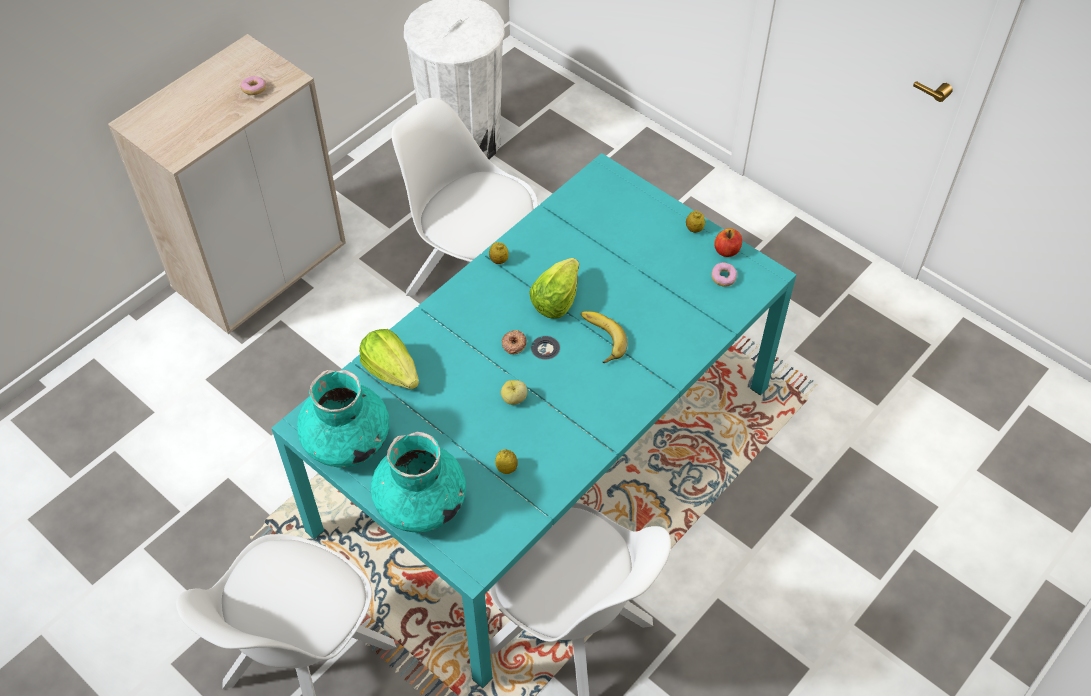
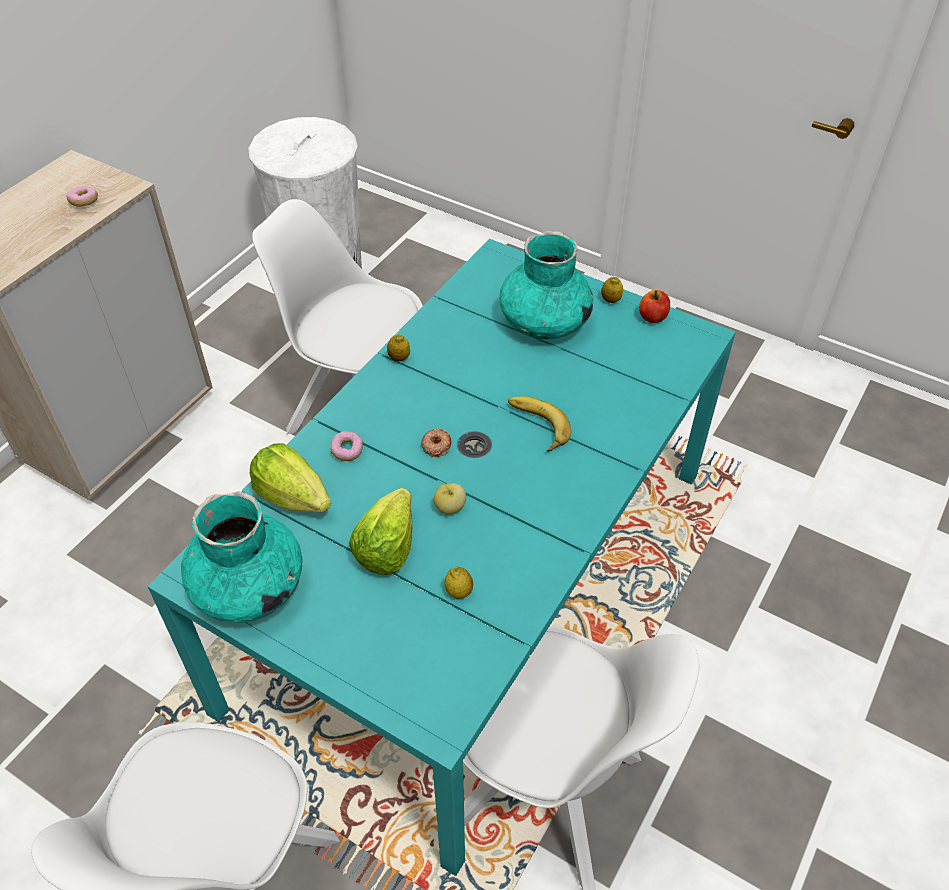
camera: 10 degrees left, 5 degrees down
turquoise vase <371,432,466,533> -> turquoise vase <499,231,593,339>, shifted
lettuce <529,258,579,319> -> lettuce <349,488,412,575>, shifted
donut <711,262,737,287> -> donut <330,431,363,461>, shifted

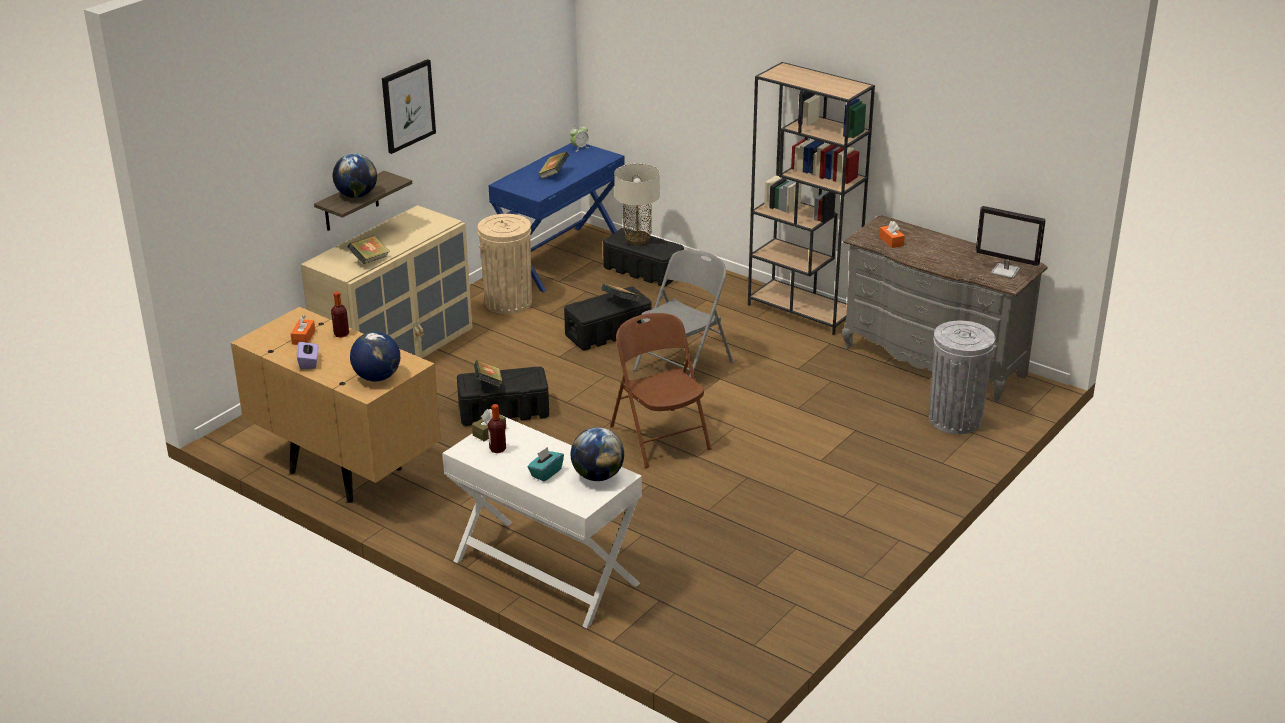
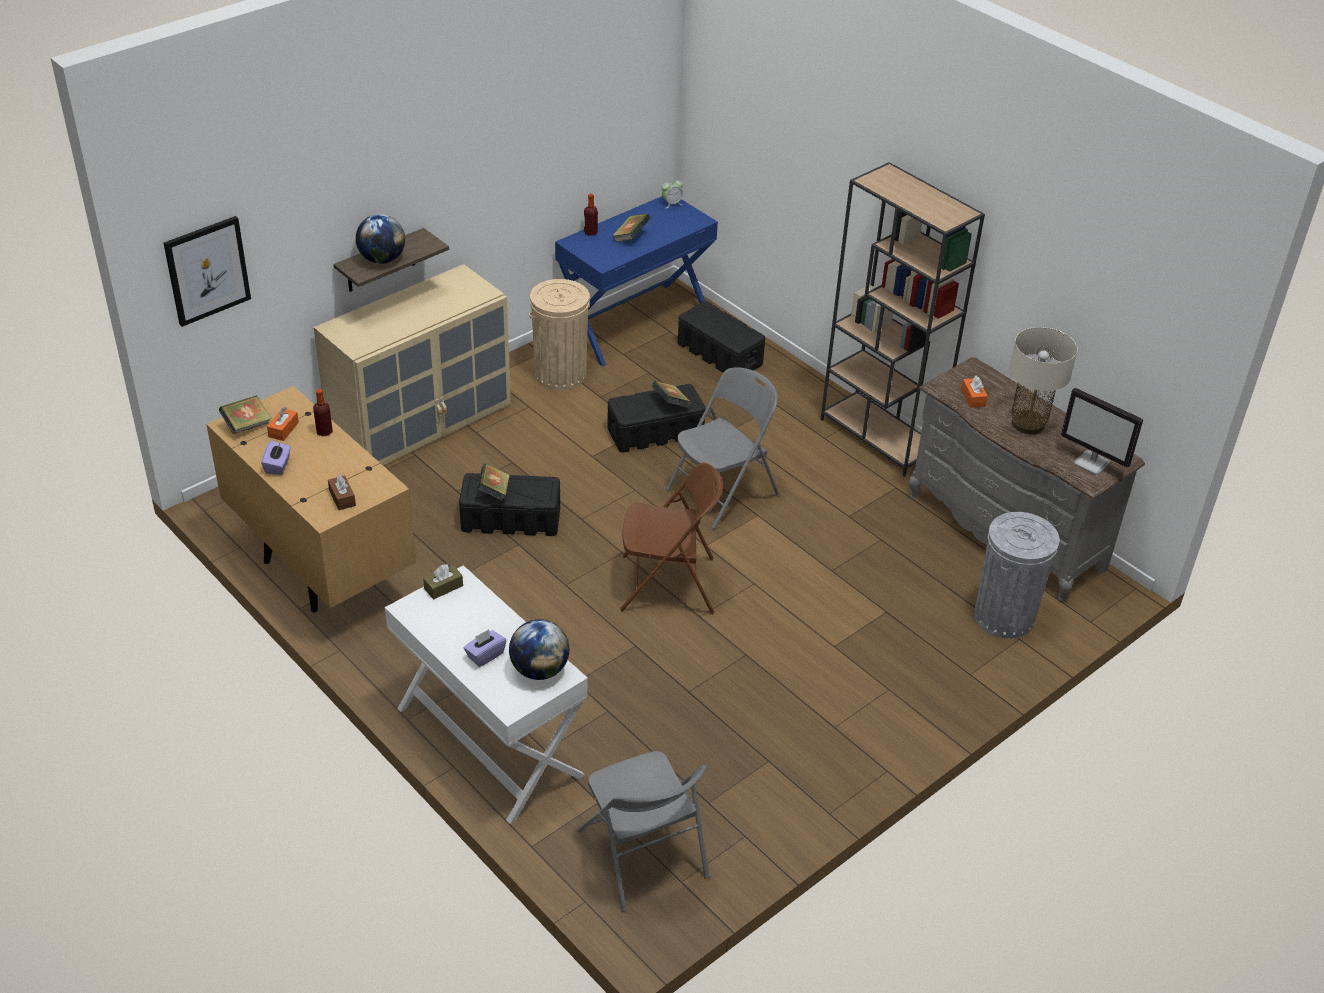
camera: 10 degrees right, 10 degrees up
none -> grey chair <577,751,710,912>
book <347,235,390,264> -> book <219,395,272,434>, shifted
picture <382,59,436,154> -> picture <164,216,251,327>, shifted
bottle <488,404,506,453> -> bottle <584,194,598,236>, shifted
table lamp <614,163,660,245> -> table lamp <1009,327,1078,434>, shifted
globe <350,332,400,382> -> brown tissue box <328,474,356,510>
turquoise tissue box <528,447,564,481> -> purple tissue box <464,629,506,667>
brown chair <610,313,712,468> -> brown chair <620,462,723,615>, 105 degrees clockwise

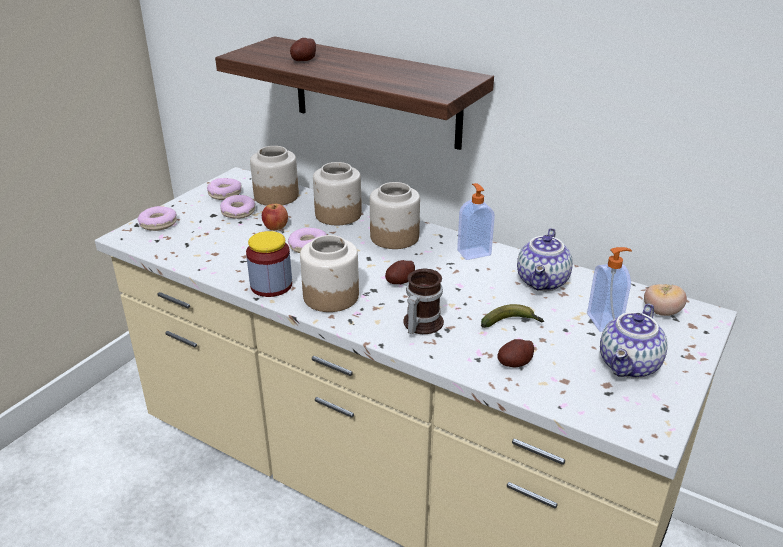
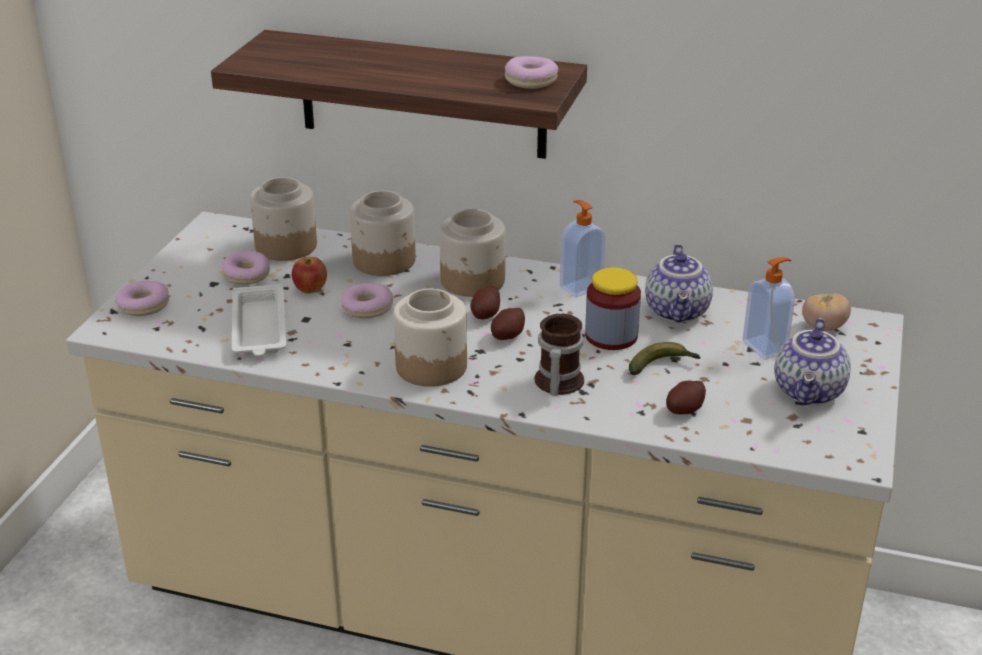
camera: 15 degrees left, 0 degrees up
none -> white tray <232,284,286,356>
donut <207,178,242,200> -> donut <505,56,559,89>, shifted
jar <246,231,292,297> -> jar <585,267,641,350>, shifted
potato <290,38,316,61> -> potato <471,286,500,320>, shifted

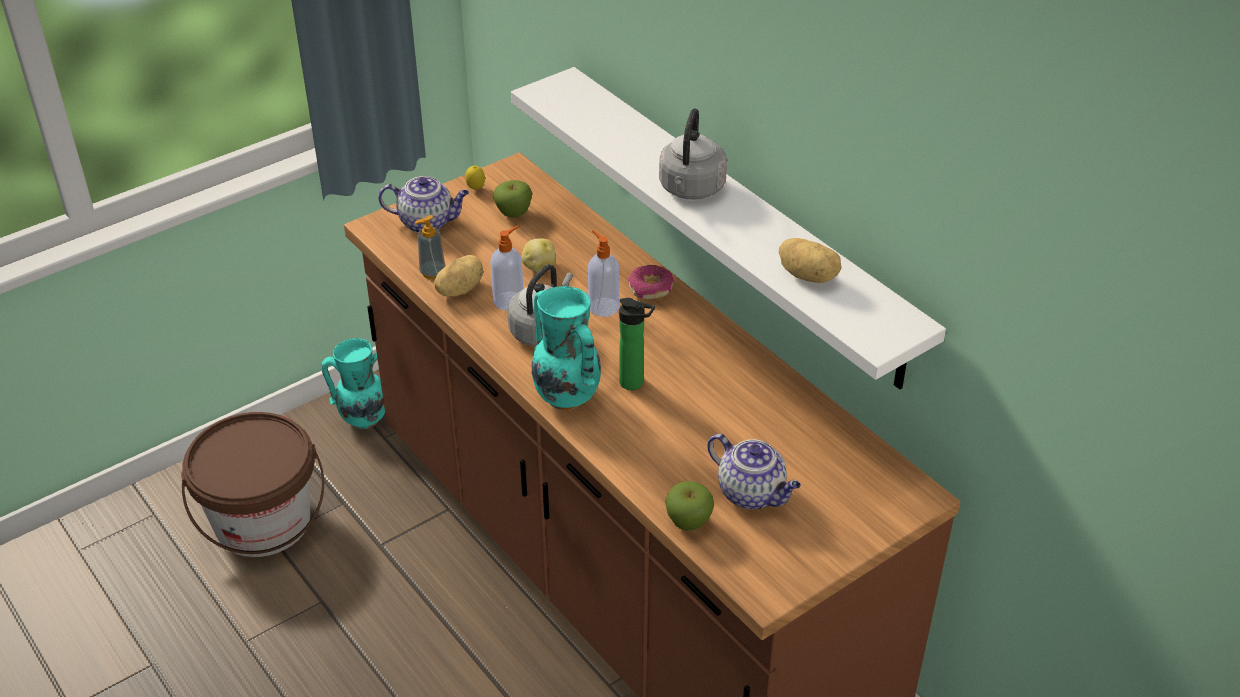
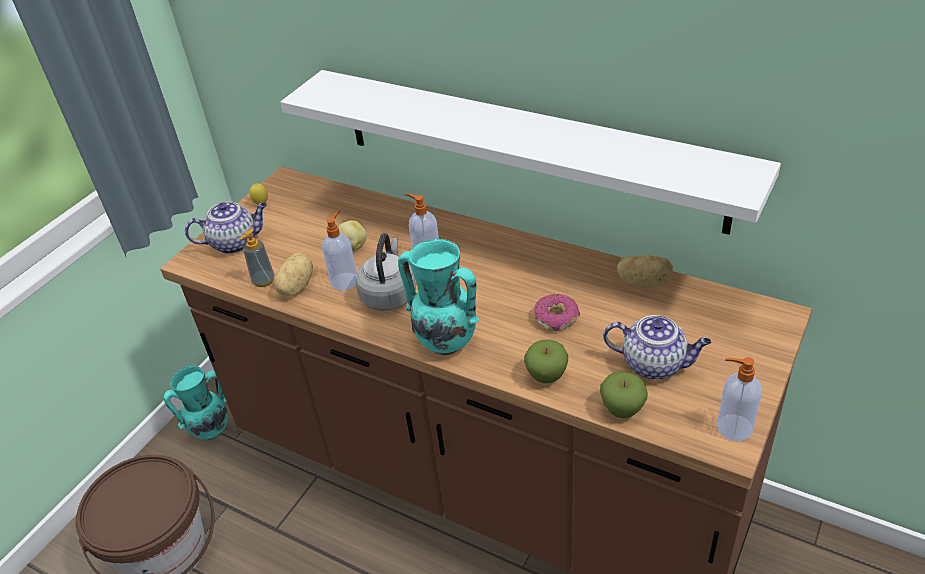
camera: 20 degrees left, 0 degrees up
bottle <619,298,655,390> -> none
grey kettle <659,108,727,200> -> none
none -> soap dispenser <717,357,762,441>
apple <493,180,533,218> -> apple <524,339,568,383>, shifted
donut <628,265,674,299> -> donut <534,294,580,331>, shifted
potato <779,238,841,283> -> potato <617,255,673,288>, shifted

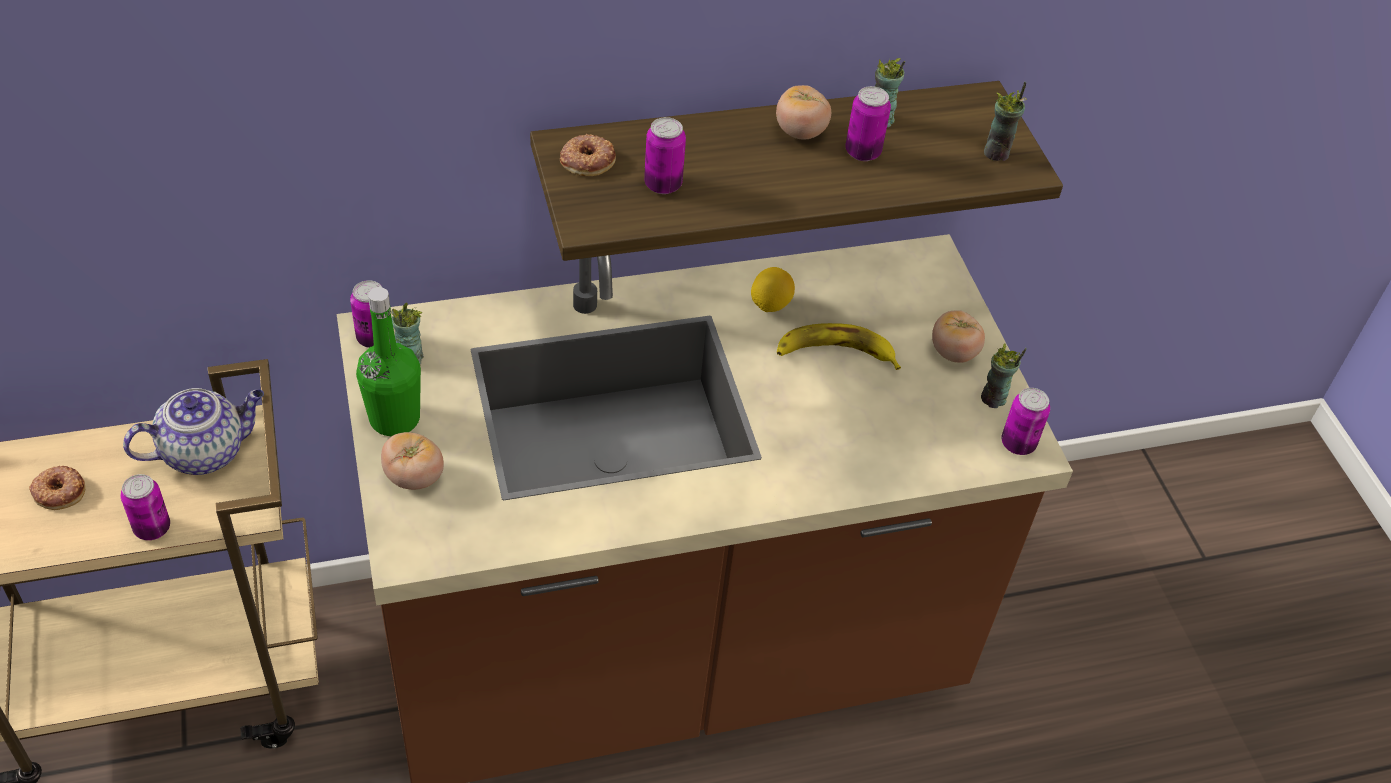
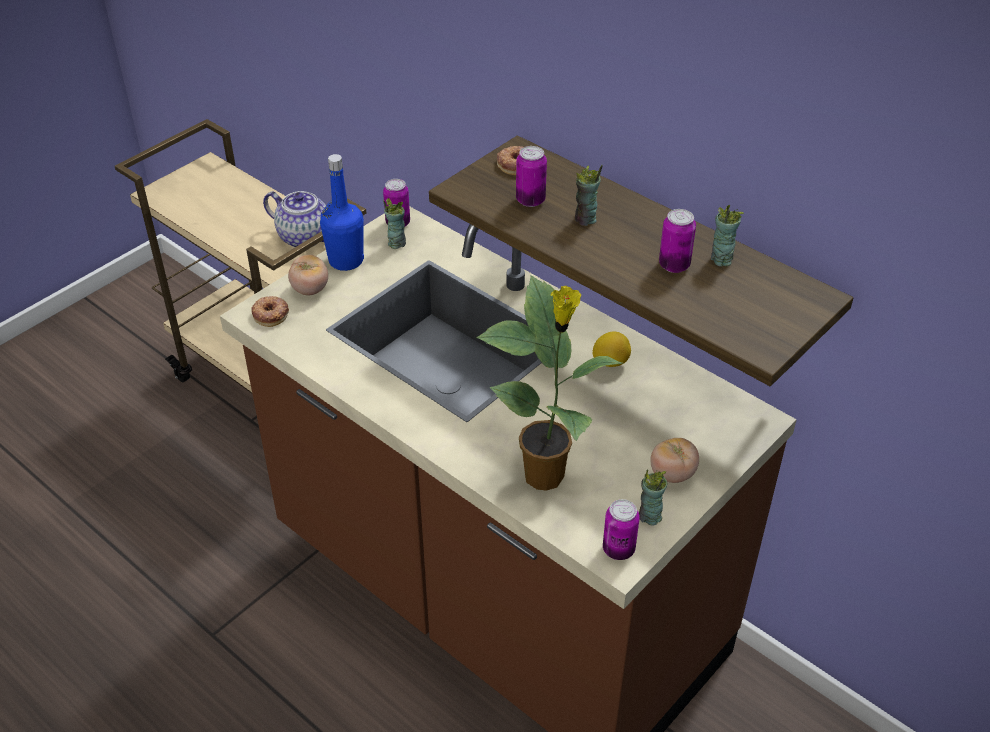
camera: 60 degrees right, 5 degrees down
can <121,474,170,540> -> none
tomato <776,85,831,140> -> none
banana <777,323,901,370> -> none
none -> potted plant <476,275,623,491>
donut <29,466,85,510> -> donut <251,296,289,327>, shifted
cup <984,82,1026,161> -> cup <575,165,603,226>, shifted
green bottle <356,287,421,437> -> blue bottle <320,154,364,271>

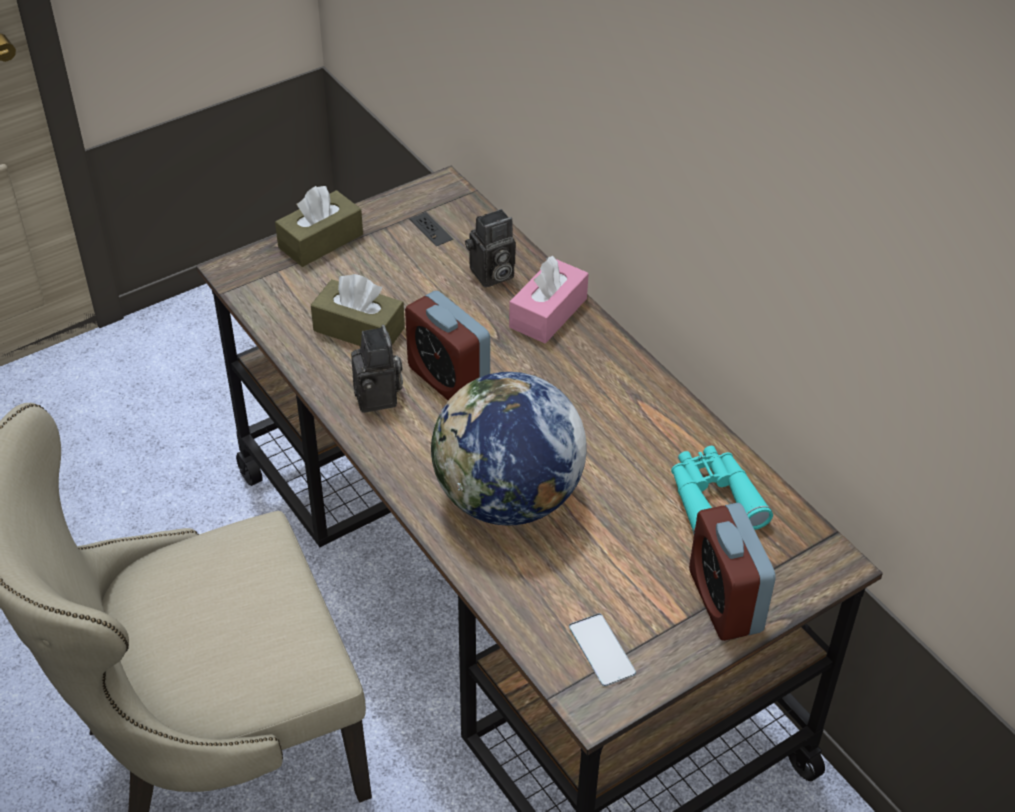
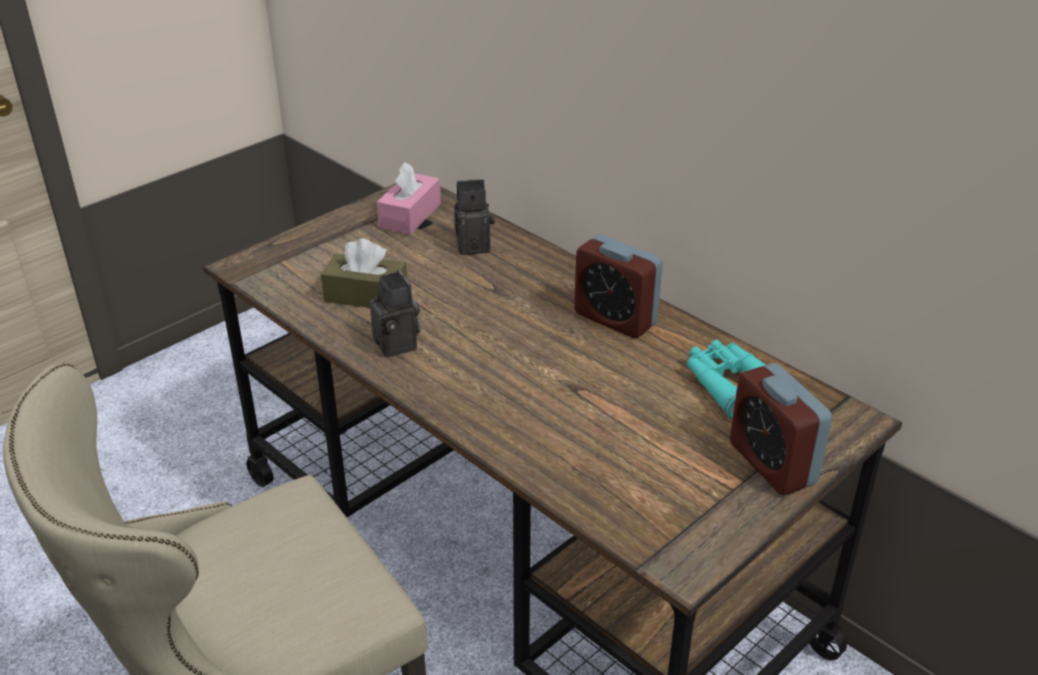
camera: 10 degrees left, 10 degrees down
brown tissue box <275,186,363,267> -> none
globe <431,372,587,525> -> none
phone <569,614,636,686> -> none
alarm clock <405,291,490,400> -> alarm clock <574,235,663,338>, shifted
pink tissue box <509,256,589,343> -> pink tissue box <377,163,441,235>, shifted
photo camera <465,209,516,287> -> photo camera <454,179,495,255>, 150 degrees counterclockwise

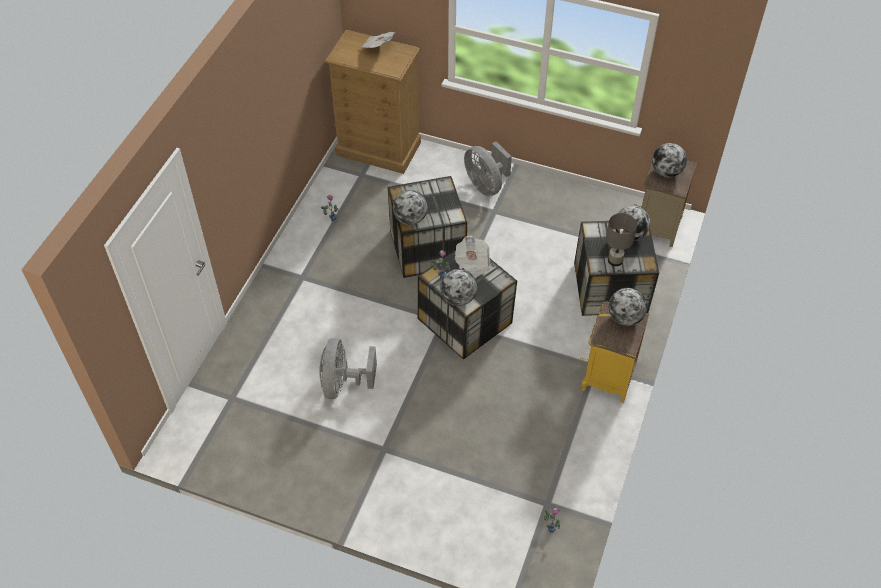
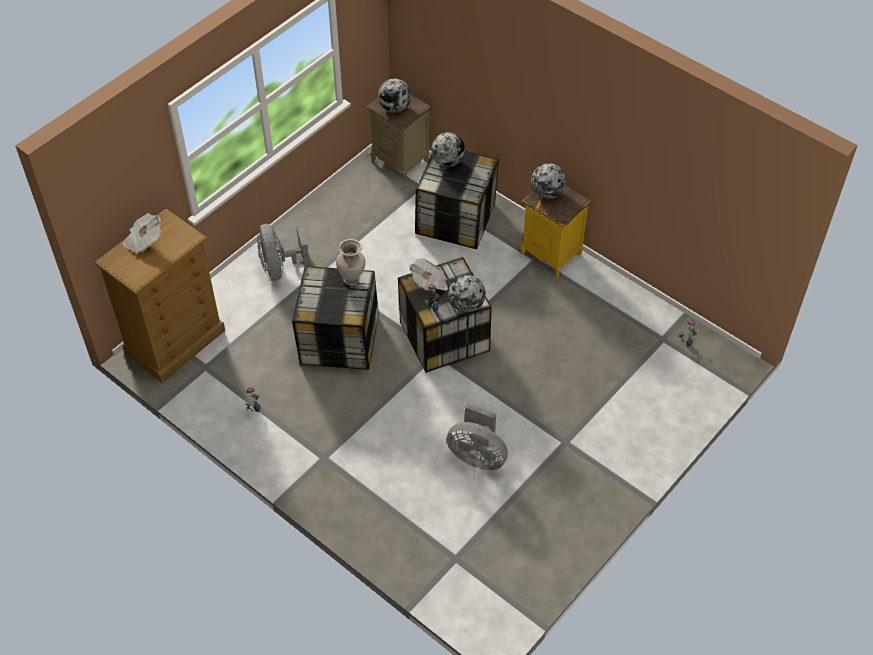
camera: 70 degrees left, 0 degrees up
globe <393,190,428,225> -> none
grey table lamp <606,213,637,266> -> none
none -> beige vase <336,239,366,285>
grey fan <464,142,512,196> -> grey fan <257,224,310,281>, 90 degrees clockwise

